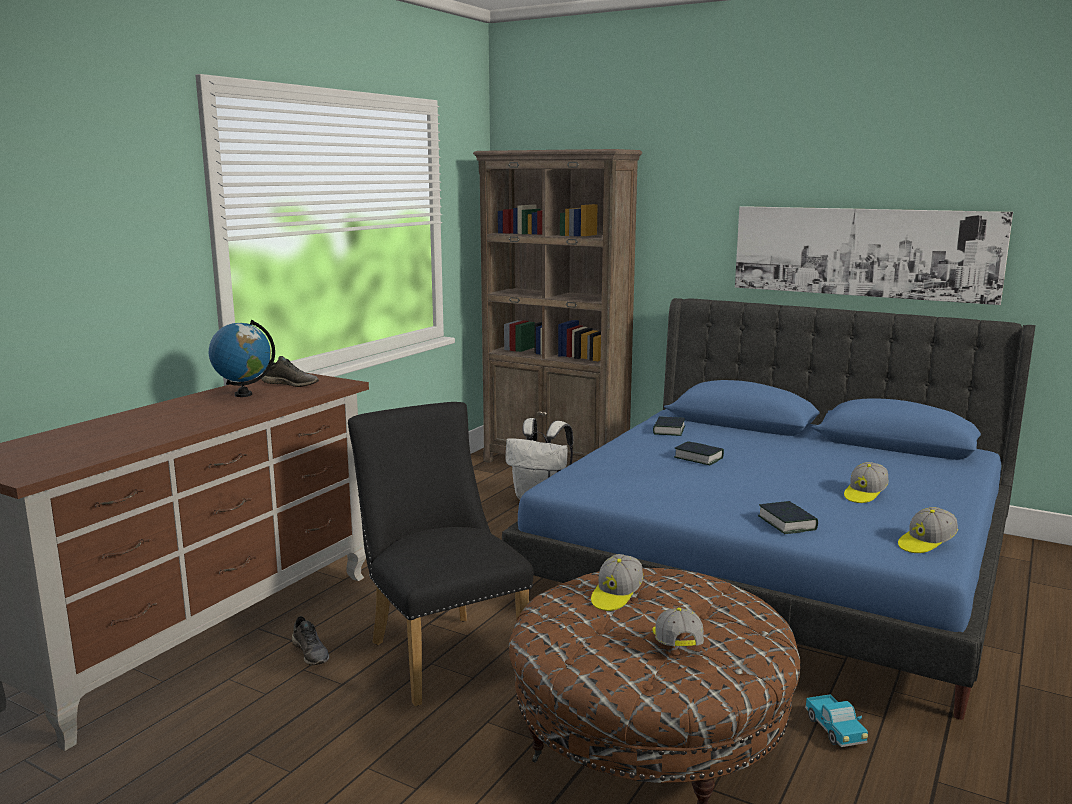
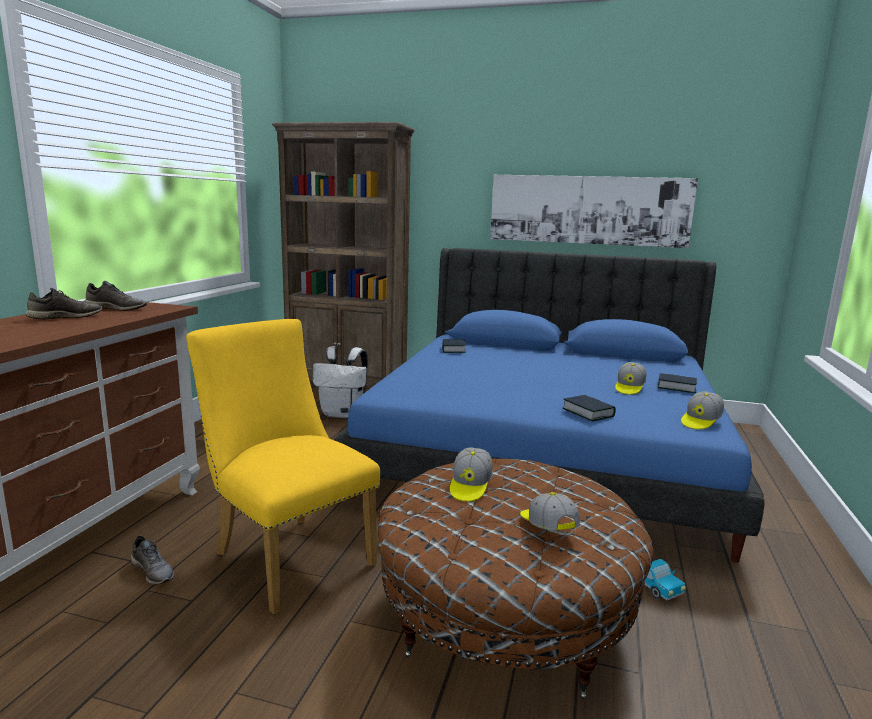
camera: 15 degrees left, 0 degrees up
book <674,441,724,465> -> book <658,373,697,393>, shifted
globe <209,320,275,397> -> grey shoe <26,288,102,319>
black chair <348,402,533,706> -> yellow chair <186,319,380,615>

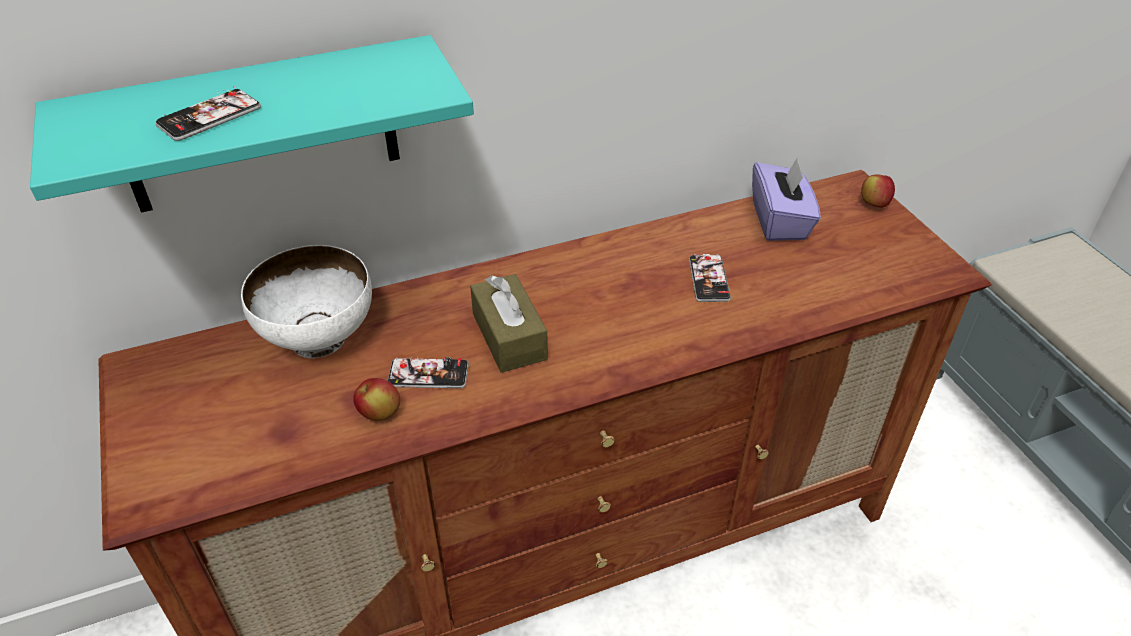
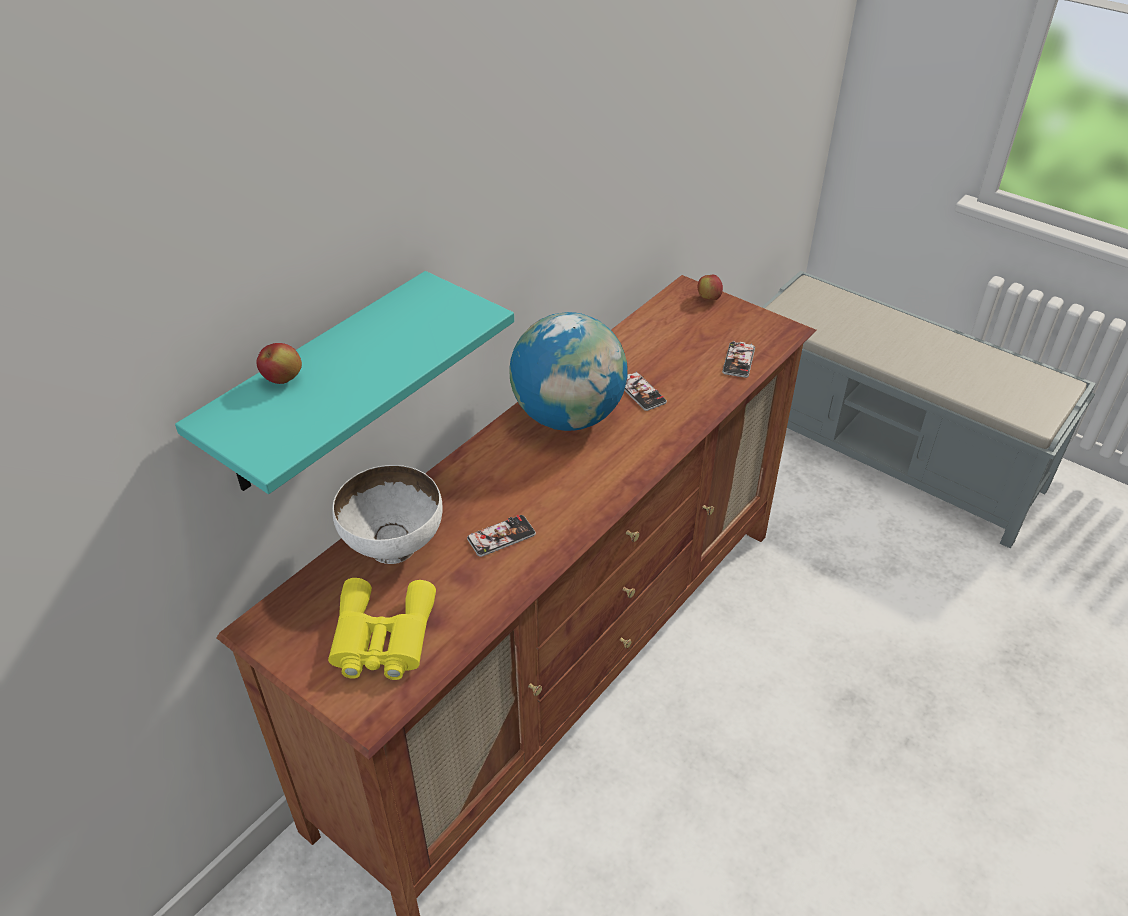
camera: 30 degrees left, 0 degrees up
brown tissue box <470,274,548,373> -> none
purple tissue box <752,157,821,241> -> none
none -> yellow binoculars <328,578,436,680>
none -> globe <509,312,628,431>
phone <155,86,261,141> -> phone <722,341,755,378>, shifted
apple <353,378,400,421> -> apple <257,343,302,384>, shifted

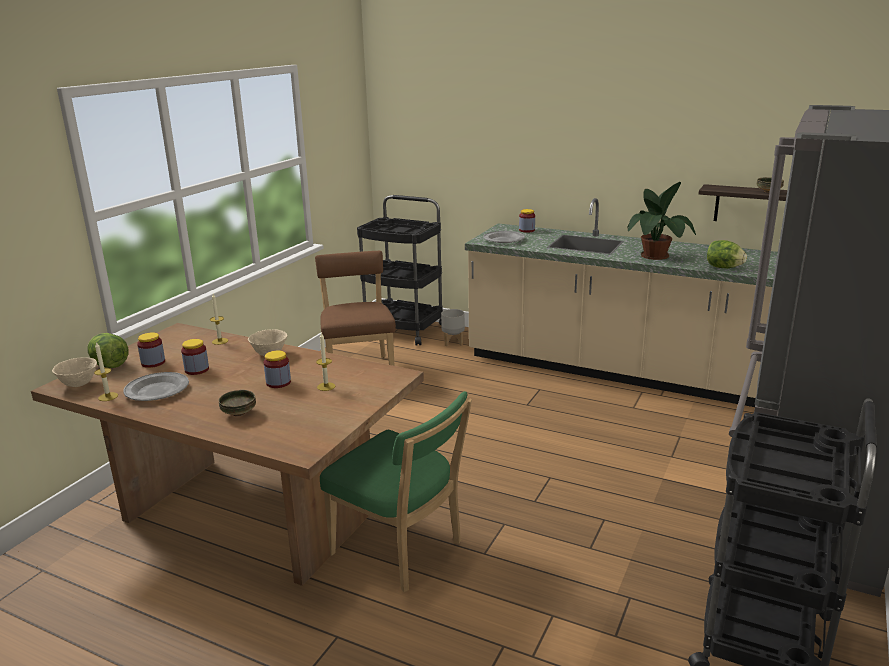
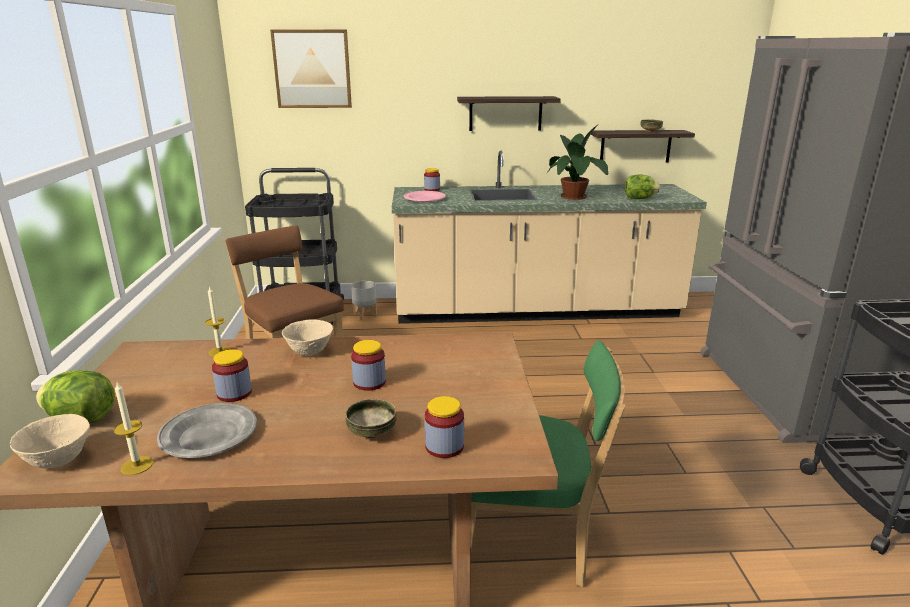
camera: 30 degrees left, 0 degrees up
candle <316,332,335,391> -> none
none -> picture <270,30,352,108>
none -> shelf <457,96,561,131>
jar <137,333,165,368> -> jar <425,396,464,458>, shifted
grey plate <484,231,525,243> -> pink plate <404,191,446,202>

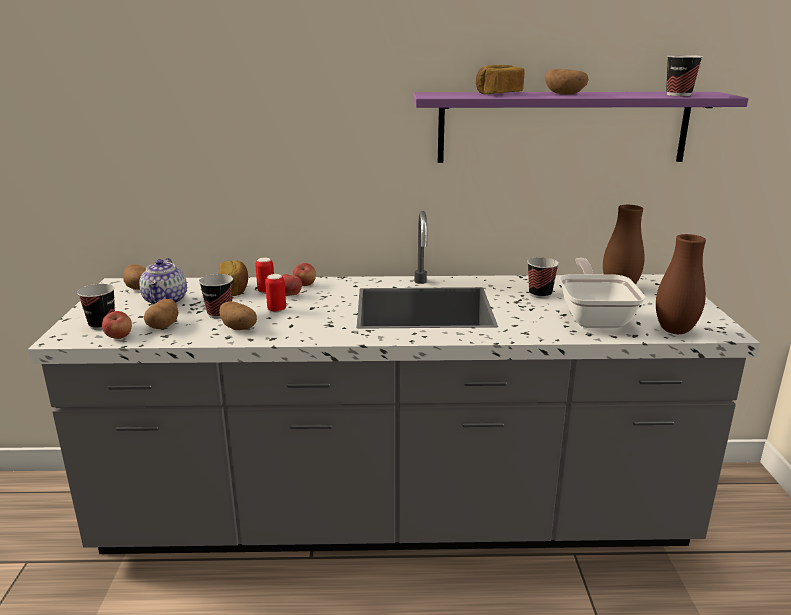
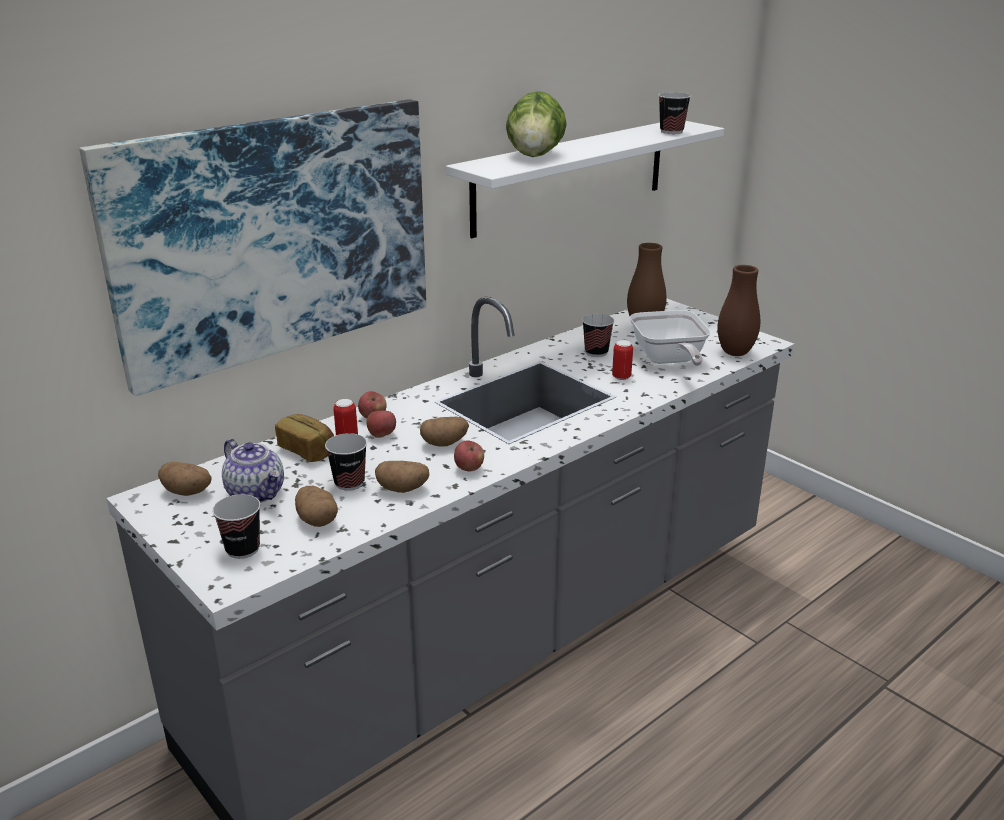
camera: 40 degrees left, 5 degrees up
none -> picture <79,99,426,396>
apple <102,311,132,339> -> apple <454,441,484,472>, shifted
can <265,274,286,313> -> can <612,340,633,380>, shifted
potato <545,69,589,95> -> potato <420,417,469,447>, shifted
bread <476,65,524,94> -> lettuce <506,91,567,157>
purple shelf <413,92,748,163> -> white shelf <446,121,724,238>
frying pan <559,258,646,328> -> frying pan <630,310,711,366>, 150 degrees counterclockwise

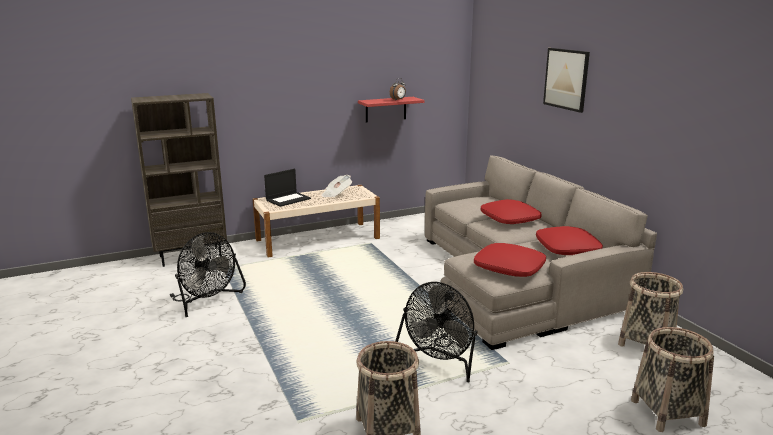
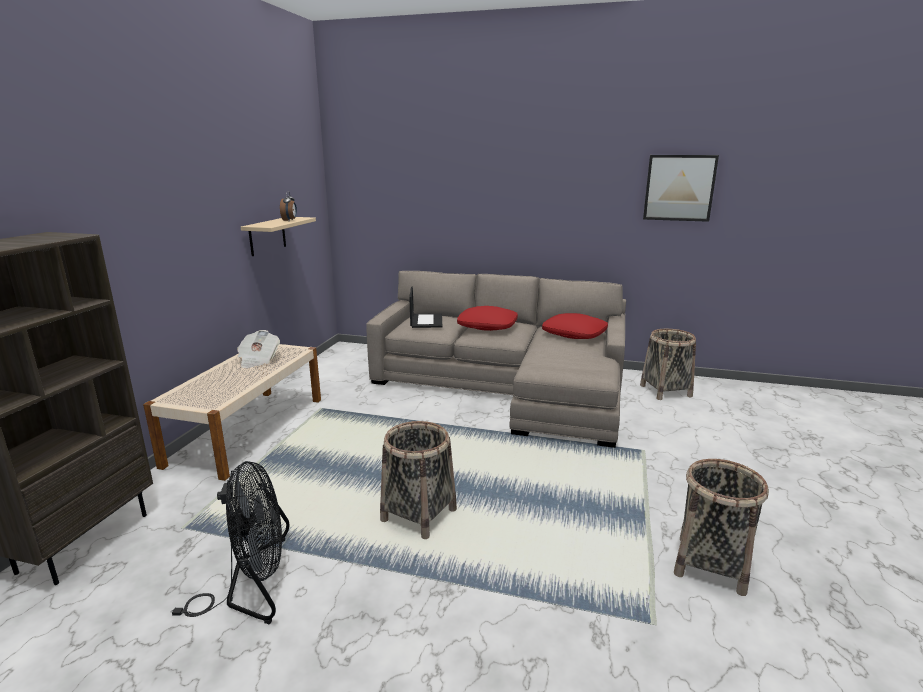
camera: 50 degrees left, 0 degrees up
black fan <395,282,478,382> -> none
red pillow <474,243,546,277> -> none
laptop <264,169,311,207> -> laptop <409,286,442,328>, shifted
picture <543,48,590,113> -> picture <643,155,719,222>, shifted
basket <631,327,714,432> -> basket <380,421,457,539>, shifted
red shelf <358,97,424,123> -> beige shelf <241,217,316,256>

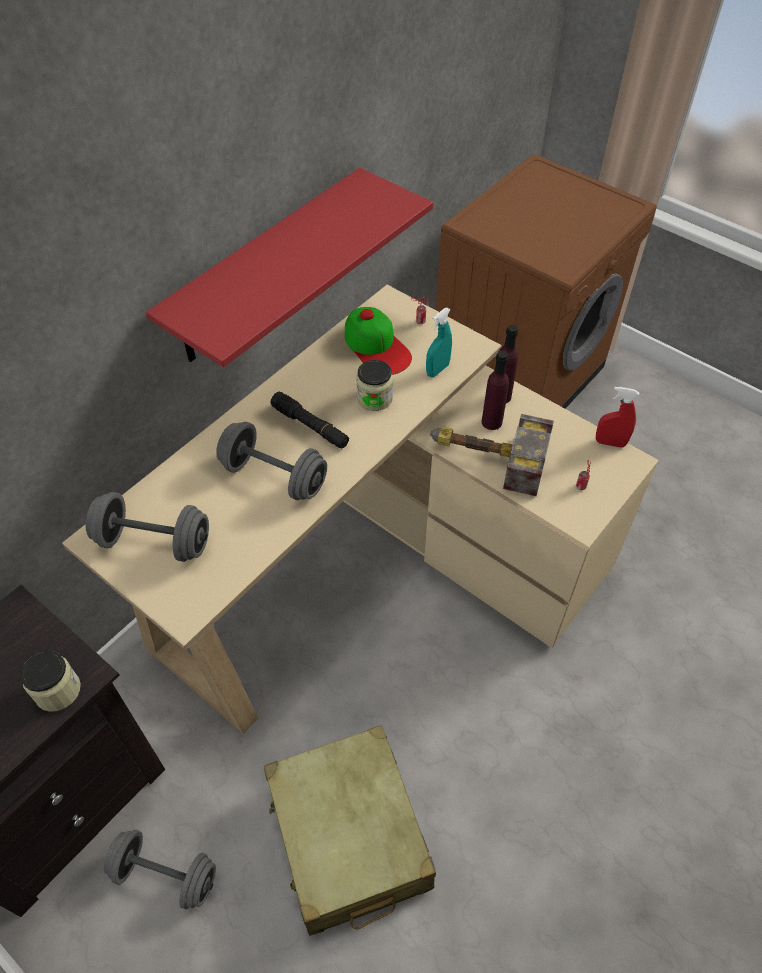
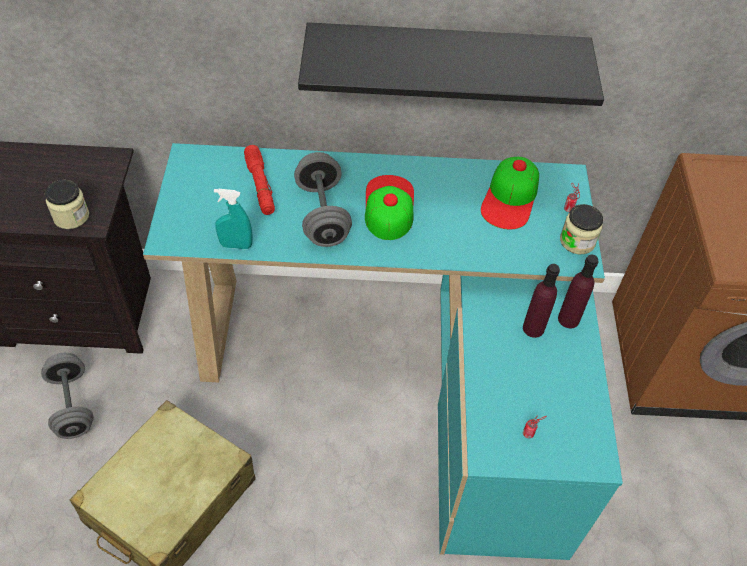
camera: 50 degrees right, 0 degrees up
grey dumbbell <86,492,209,562> -> none
hammer <430,414,554,496> -> none
red spray bottle <596,387,639,448> -> none
none -> red flashlight <244,145,275,215>
jar <356,360,393,411> -> jar <560,204,603,254>, shifted
turquoise spray bottle <426,308,452,377> -> turquoise spray bottle <214,189,253,249>, shifted
black flashlight <271,392,349,448> -> cap <365,175,414,240>
beige desk <62,285,659,734> -> turquoise desk <143,143,623,560>
red shelf <146,168,433,367> -> black shelf <298,22,604,106>

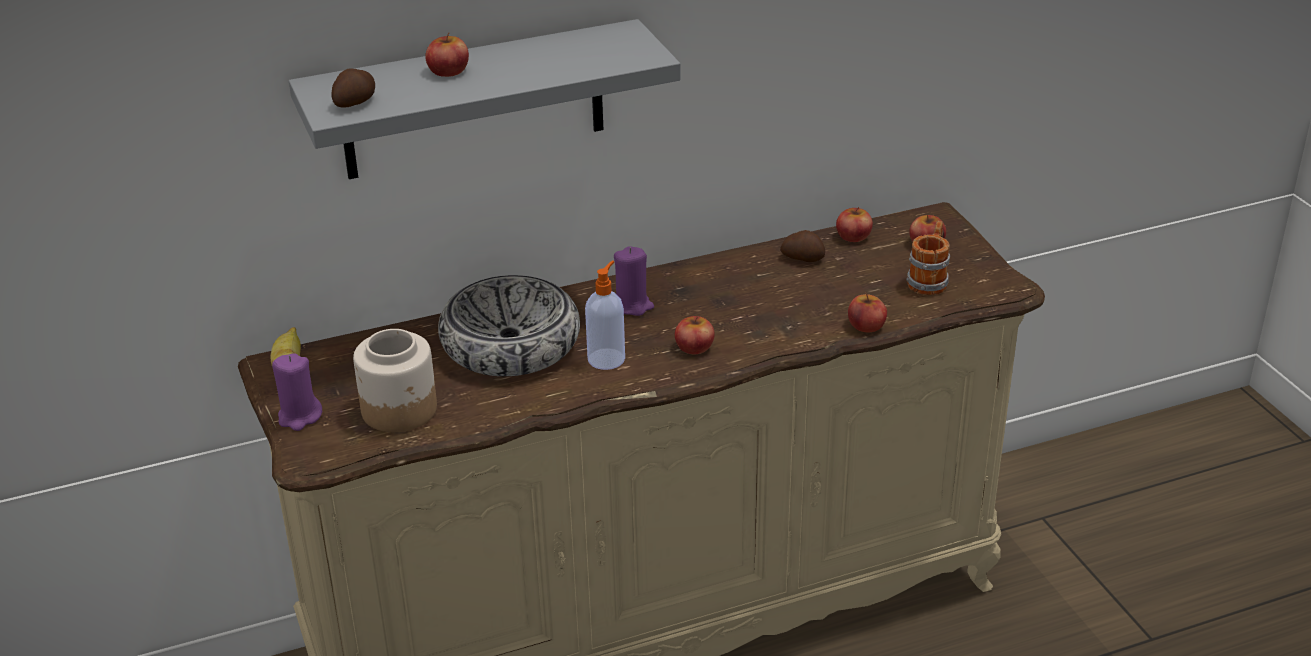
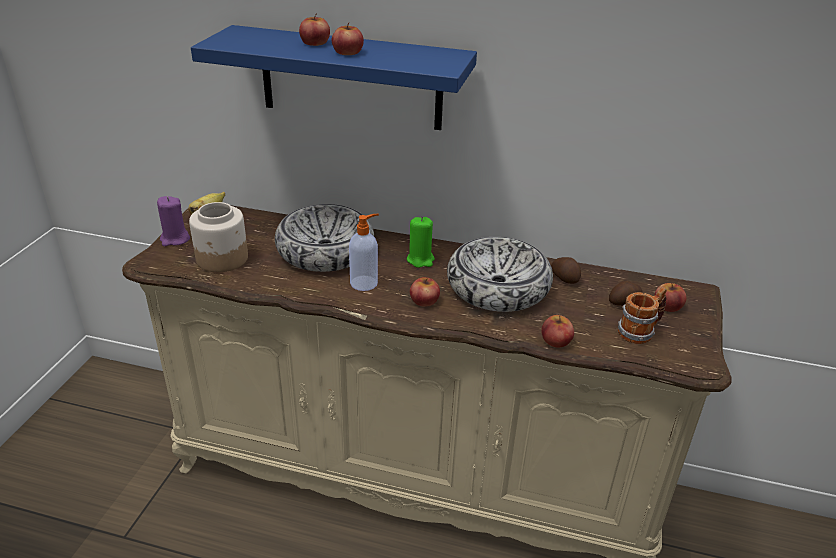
camera: 35 degrees right, 0 degrees up
none -> bowl <447,237,553,312>
potato <332,68,375,108> -> potato <609,281,643,306>, shifted
apple <836,207,873,242> -> apple <332,23,364,55>, shifted
grey shelf <289,19,681,179> -> blue shelf <191,25,477,130>
purple candle <614,246,654,316> -> green candle <407,217,435,268>

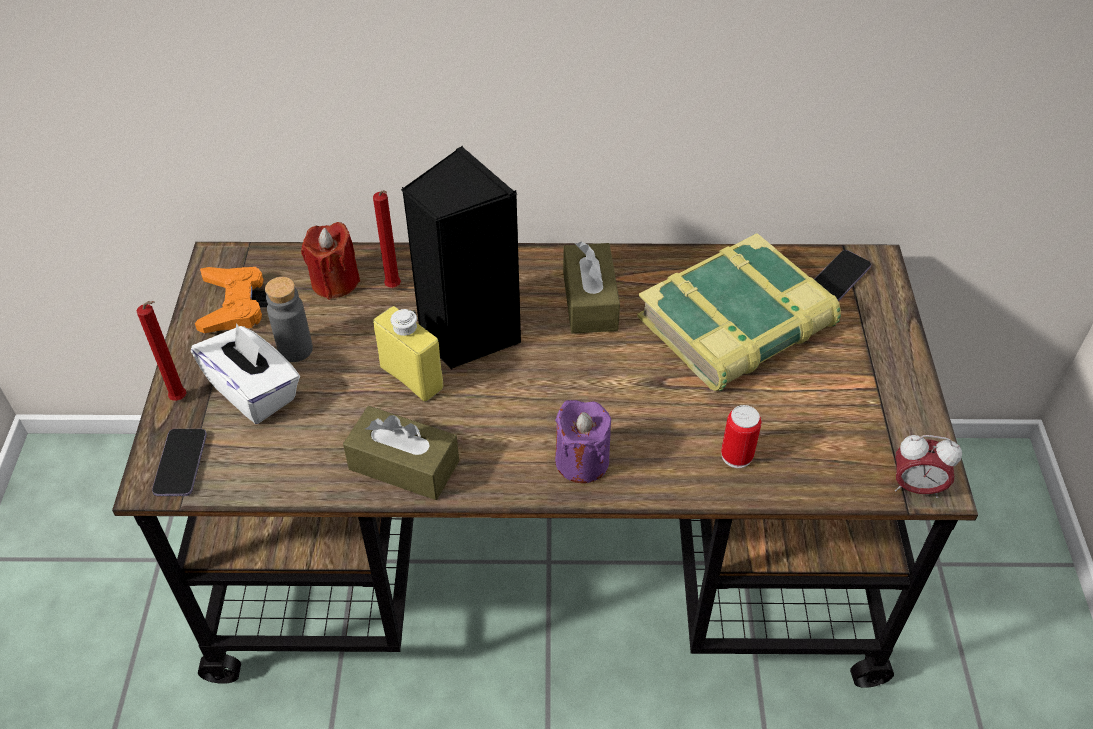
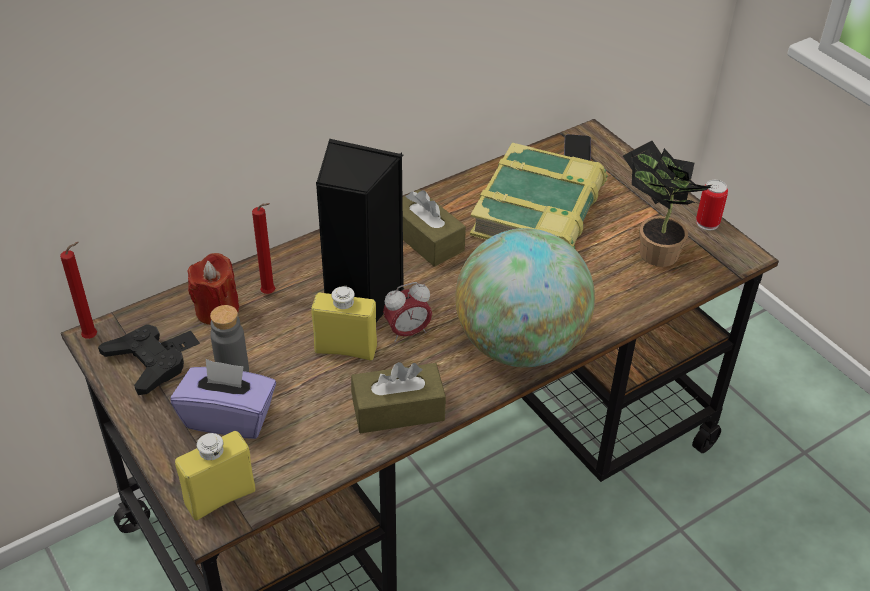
camera: 35 degrees left, 5 degrees down
none -> potted plant <623,141,712,267>
red candle <136,301,186,401> -> red candle <60,242,97,339>, shifted
can <721,405,762,468> -> can <696,180,728,230>, shifted
alarm clock <895,435,962,498> -> alarm clock <383,282,432,342>, shifted
phone <152,429,207,496> -> yellow bottle <175,430,255,521>
purple candle <555,400,611,483> -> globe <455,228,595,367>
white tissue box <191,323,300,424> -> purple tissue box <170,359,276,439>
orange game controller <195,267,263,333> -> black game controller <98,324,184,395>

